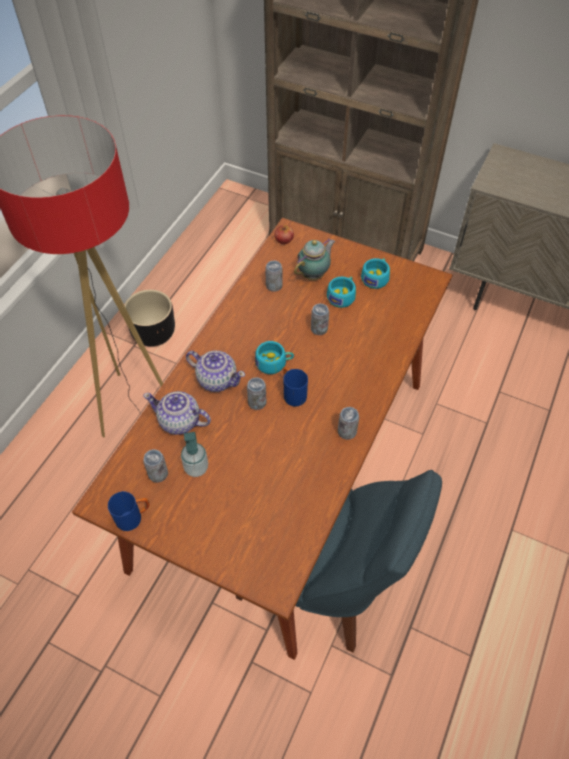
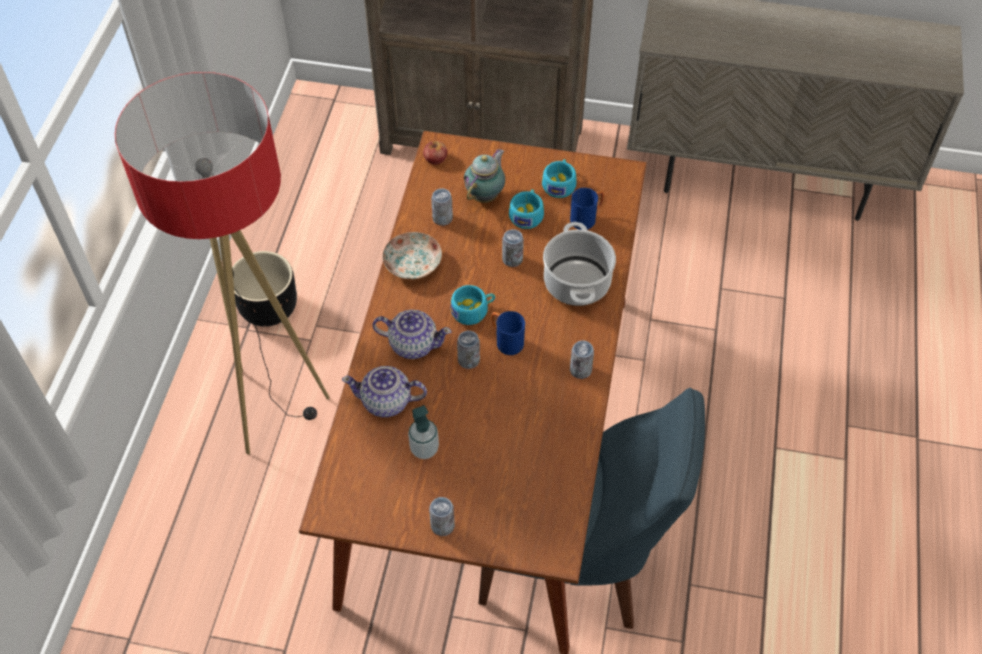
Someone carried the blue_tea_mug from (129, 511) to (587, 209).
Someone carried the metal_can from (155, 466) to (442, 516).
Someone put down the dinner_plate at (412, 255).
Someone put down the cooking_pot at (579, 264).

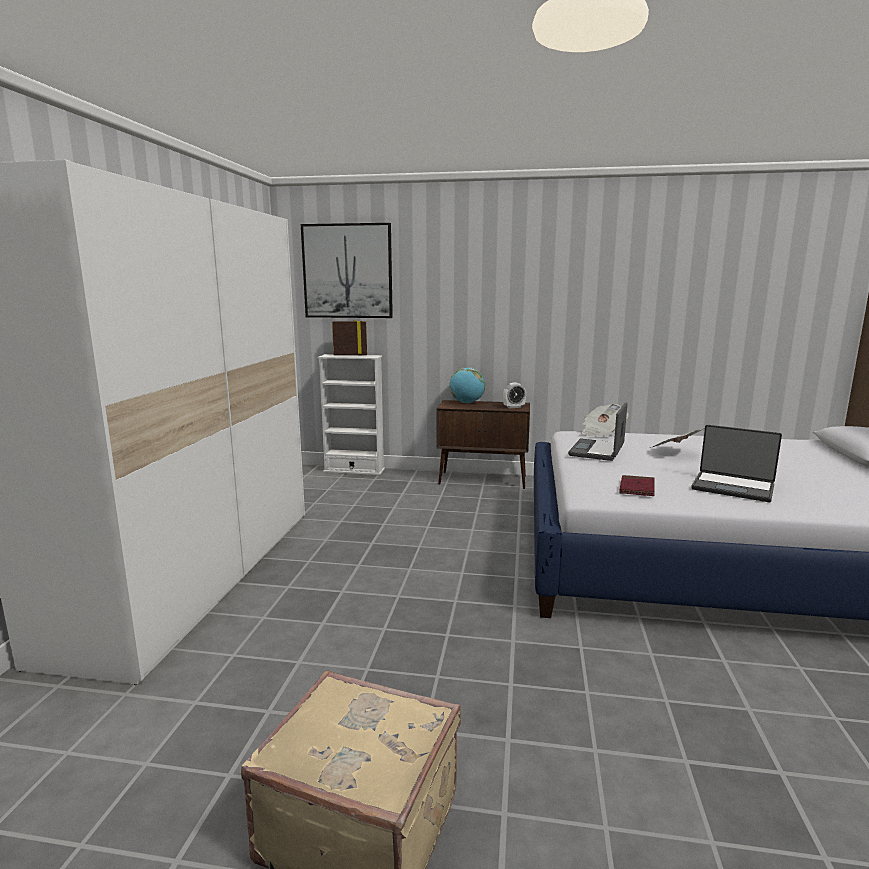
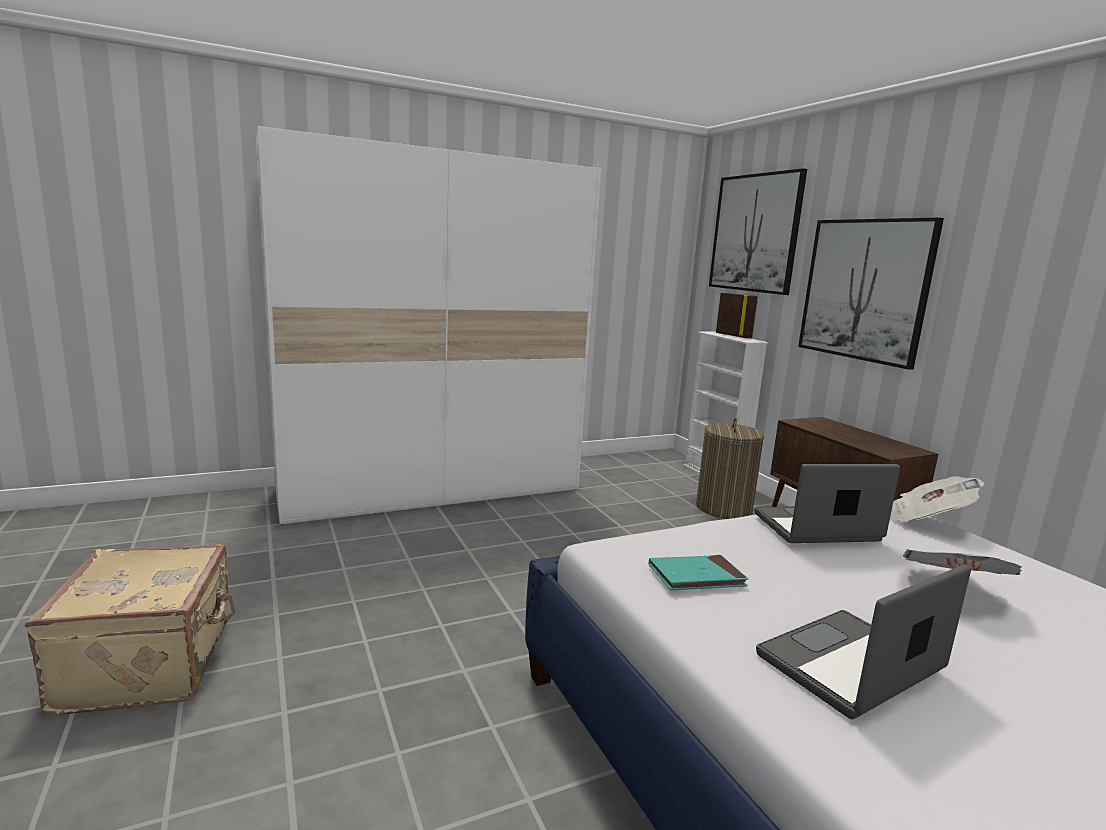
Someone took away the world_globe at (467, 385).
Someone took away the bedside_clock at (514, 395).
Someone repainted the reddish_bound_book at (637, 485), which became the blue-green_bound_book at (698, 572).
Someone rotated the notebook_computer at (736, 463) by 60 degrees clockwise.
Someone put down the hamper at (730, 468).
Someone put up the wall_picture at (871, 293).

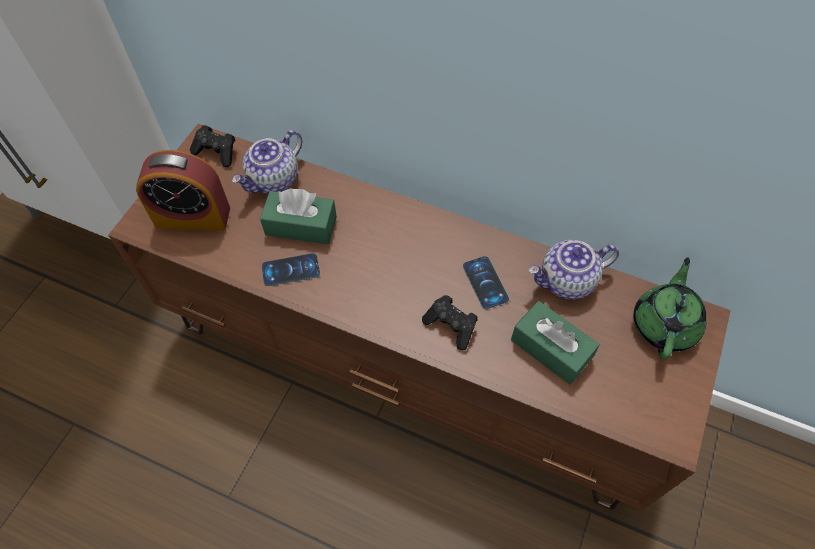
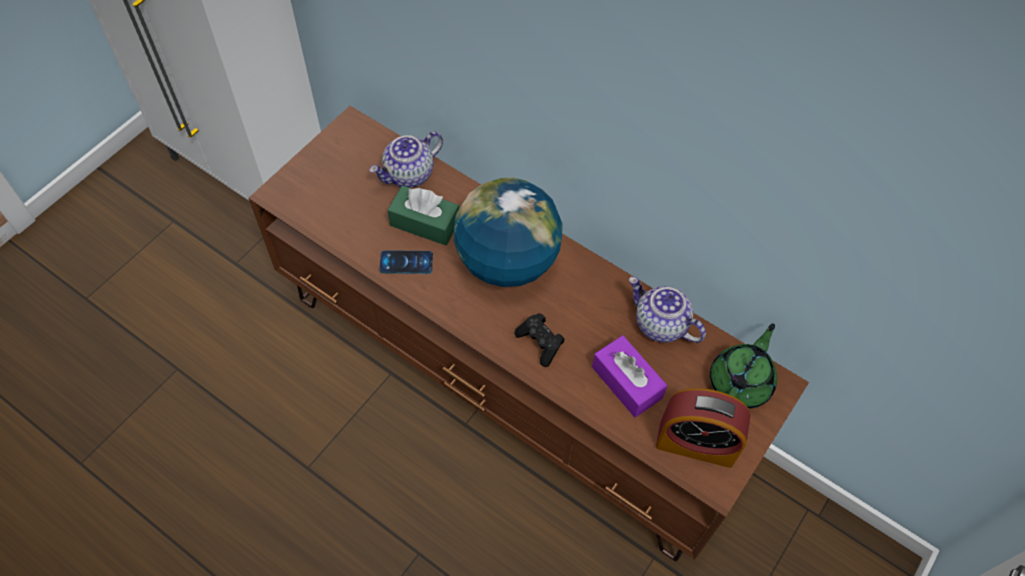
Someone carried the bedside_clock from (183, 190) to (703, 428).
Someone took away the black-coloured_game_controller at (212, 146).
Someone took away the handset at (486, 282).
Someone repainted the green_tissue_box at (555, 343), which became the purple_tissue_box at (629, 376).
Someone rotated the teapot at (573, 269) by 45 degrees clockwise.
Someone put down the world_globe at (508, 232).

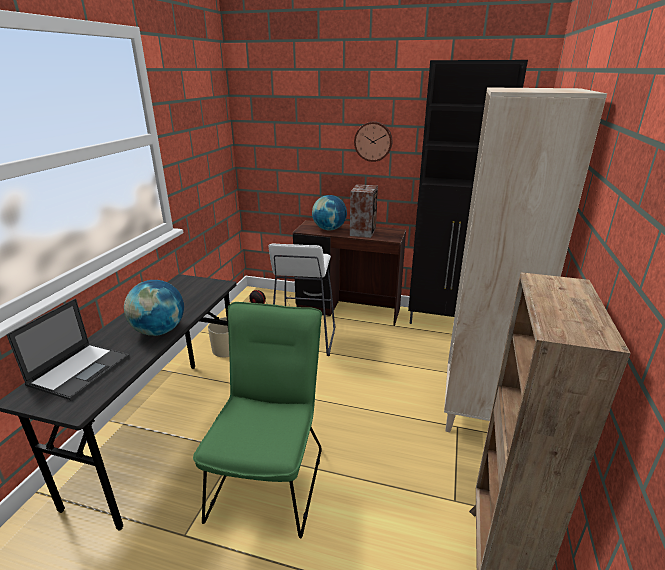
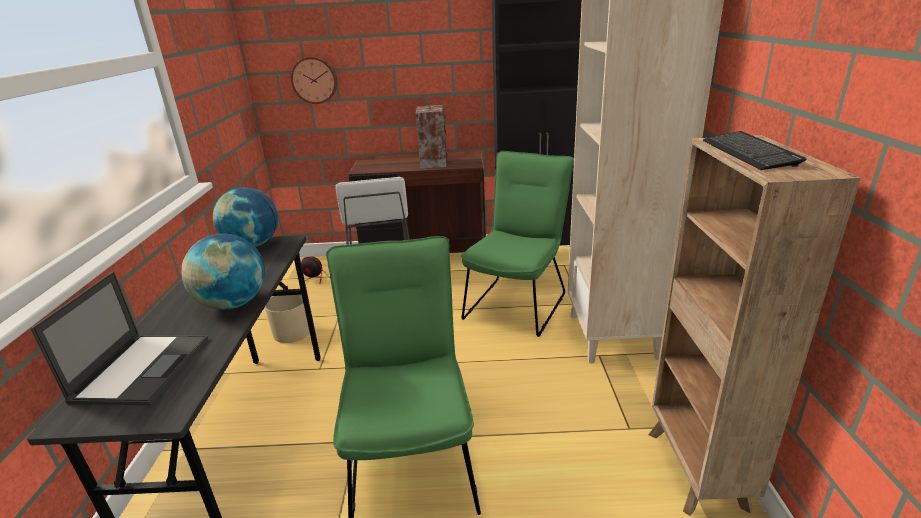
Someone carried the world_globe from (329, 212) to (245, 217).
Someone carried the clock_on_the_wall from (373, 141) to (314, 80).
Someone put down the green_plain_chair at (517, 244).
Someone put down the computer_keyboard at (755, 150).

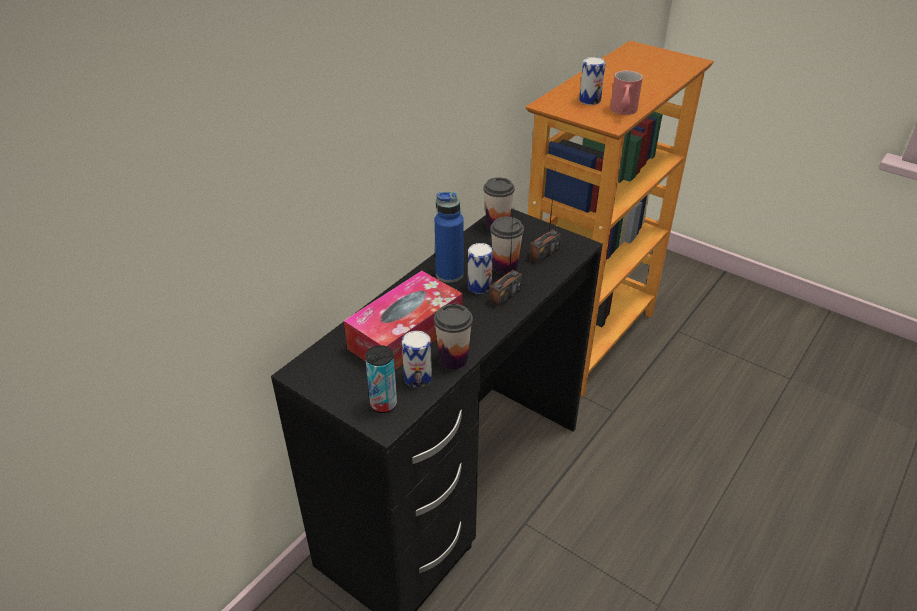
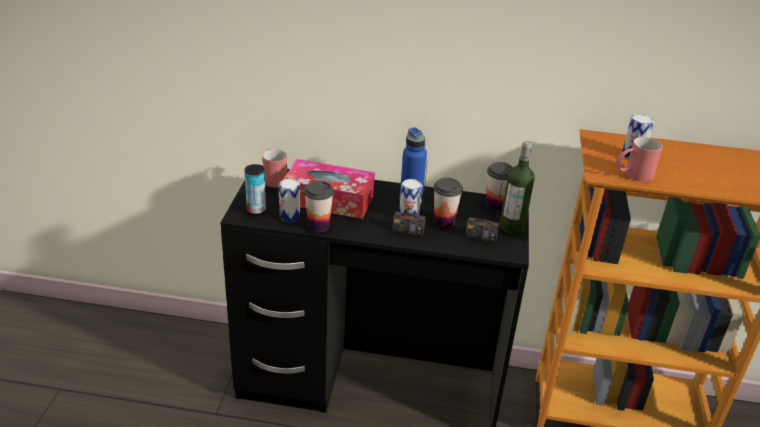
Someone put down the reddish_tea_mug at (275, 168).
Someone put down the beverage_bottle at (517, 187).

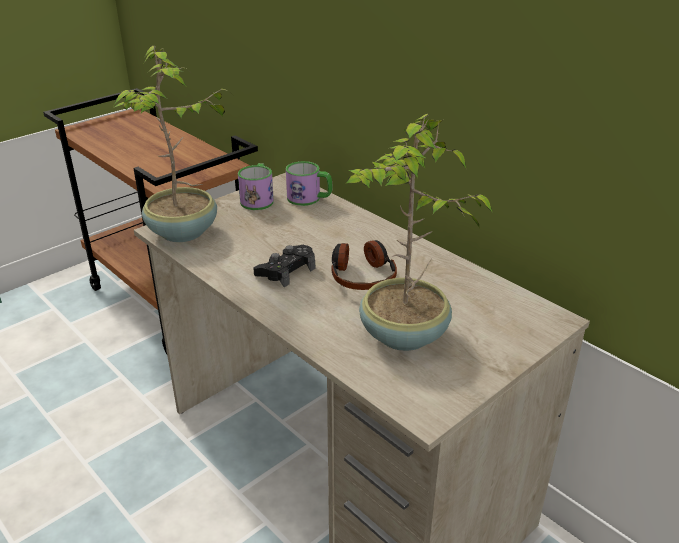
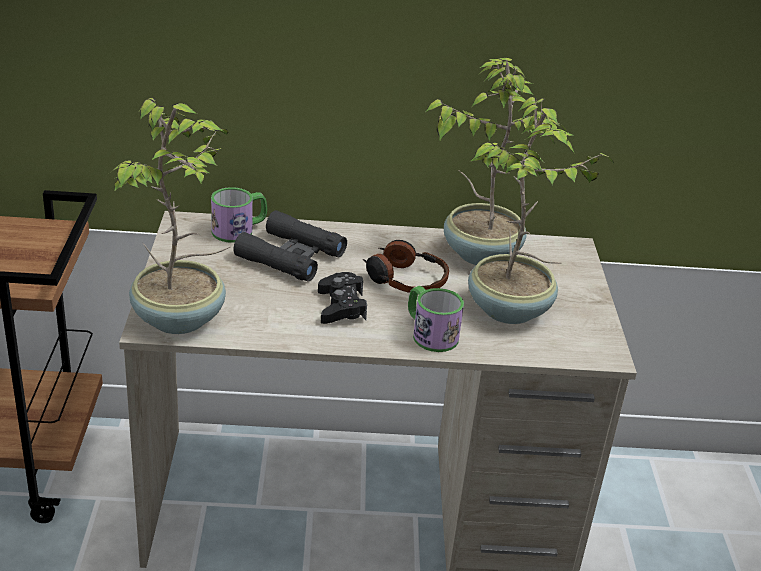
Someone carried the tea_mug from (256, 186) to (436, 319).
Someone put down the black-coloured_binoculars at (290, 246).
Someone put down the potted_plant at (489, 161).

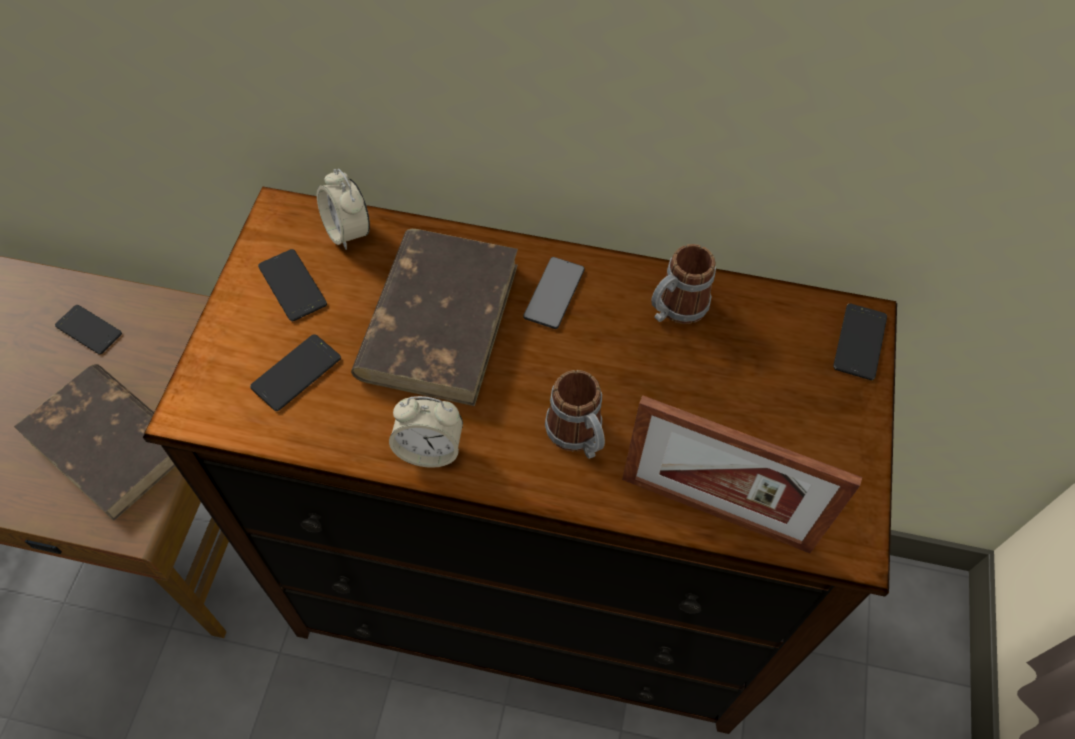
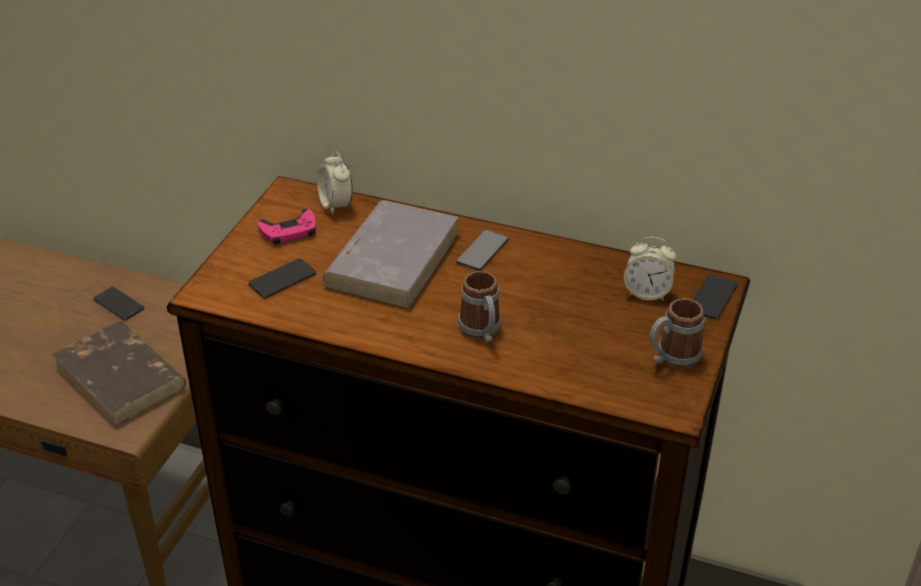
Someone swapped the handset at (292, 285) for the pinkish_game_controller at (287, 226).
Someone repainted the brown_bound_book at (434, 317), which became the greyish_bound_book at (390, 254).
Someone carried the bedside_clock from (426, 432) to (650, 269).
Someone took away the photo_frame at (742, 474).
Someone carried the tea_mug from (683, 284) to (677, 333).

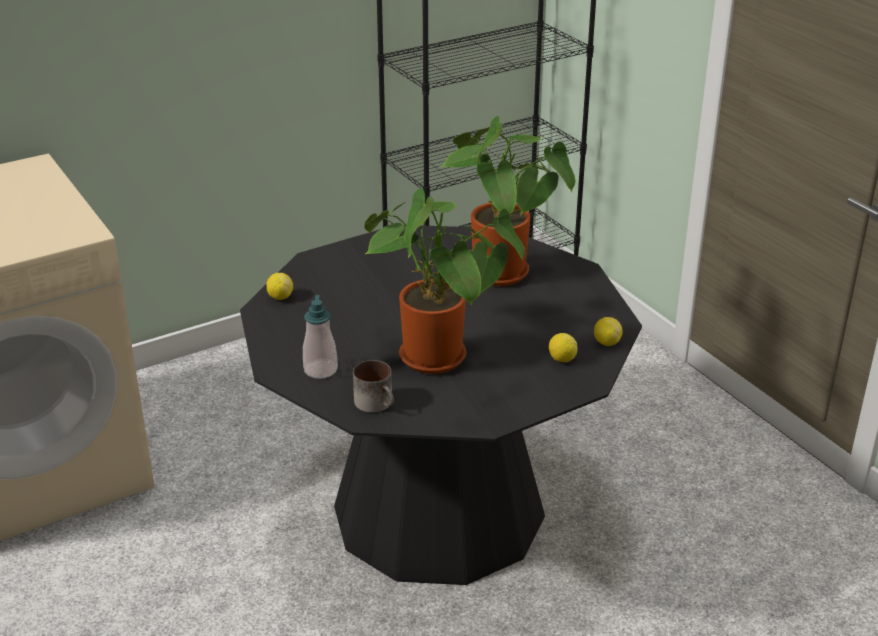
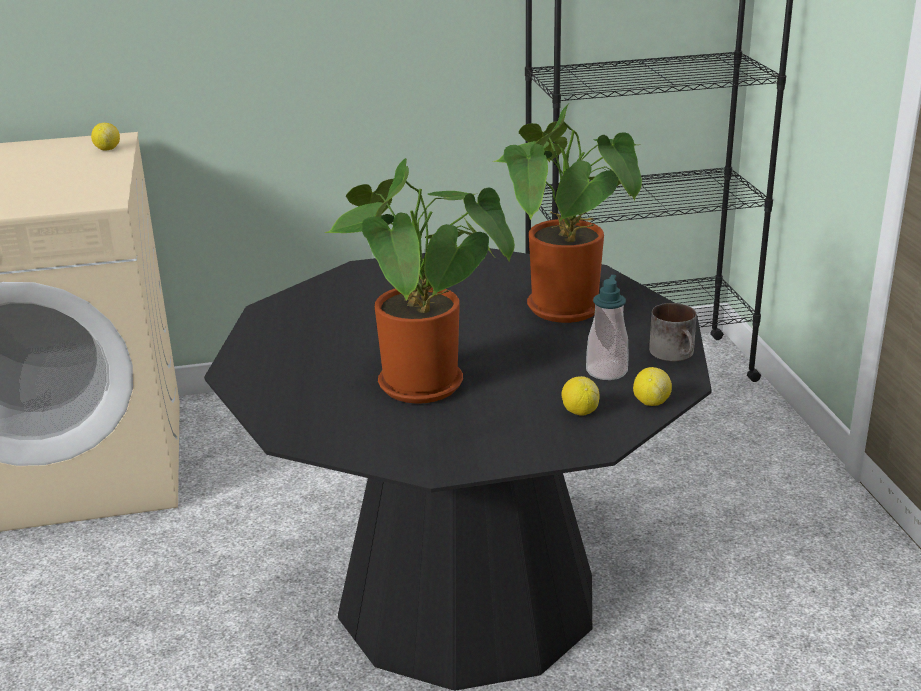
Someone carried the lemon from (279, 286) to (105, 136).
Someone carried the soap_bottle from (320, 337) to (607, 327).
Someone carried the tea_mug from (373, 386) to (673, 332).

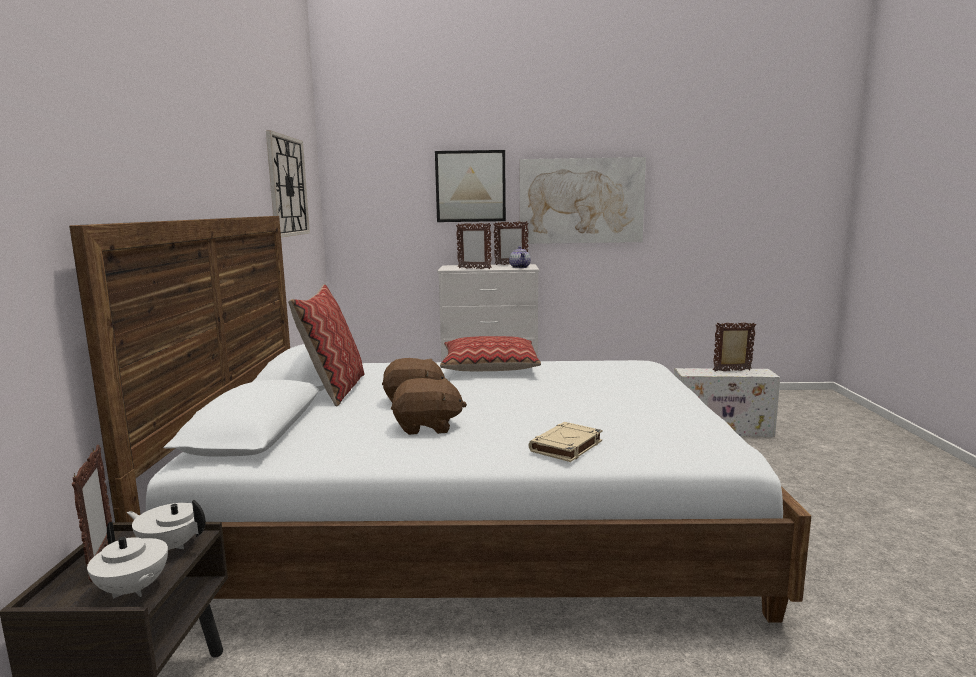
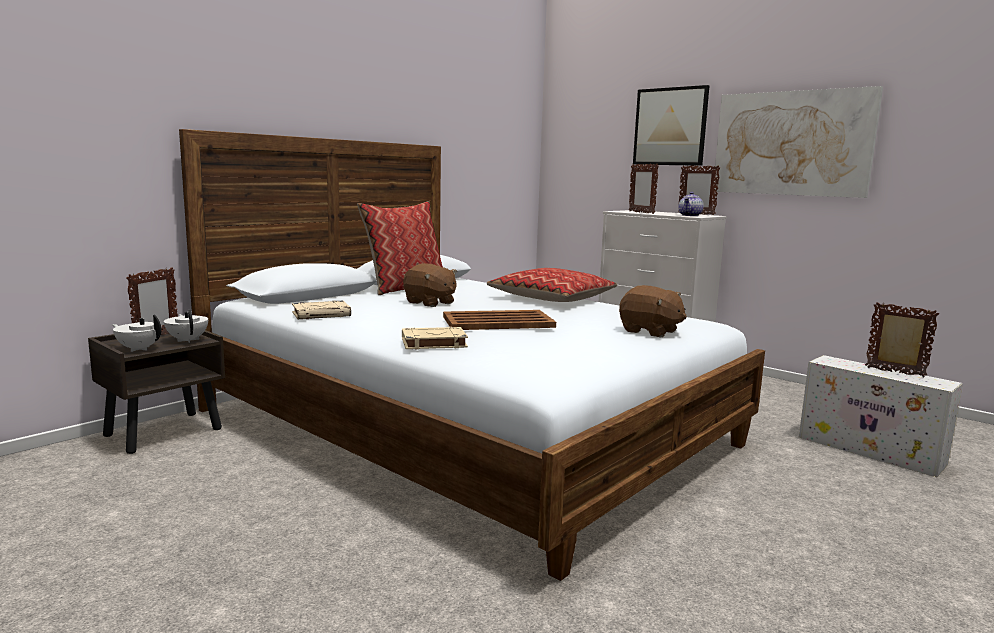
Someone rotated the white-coloured_teapot at (127, 560) by 120 degrees clockwise.
Someone took away the clock_on_the_wall at (288, 184).
Someone carried the brown_cuddly_toy from (429, 406) to (653, 311).
Someone put down the beige-coloured_bound_book at (321, 309).
Someone put down the brown_tray at (499, 320).

